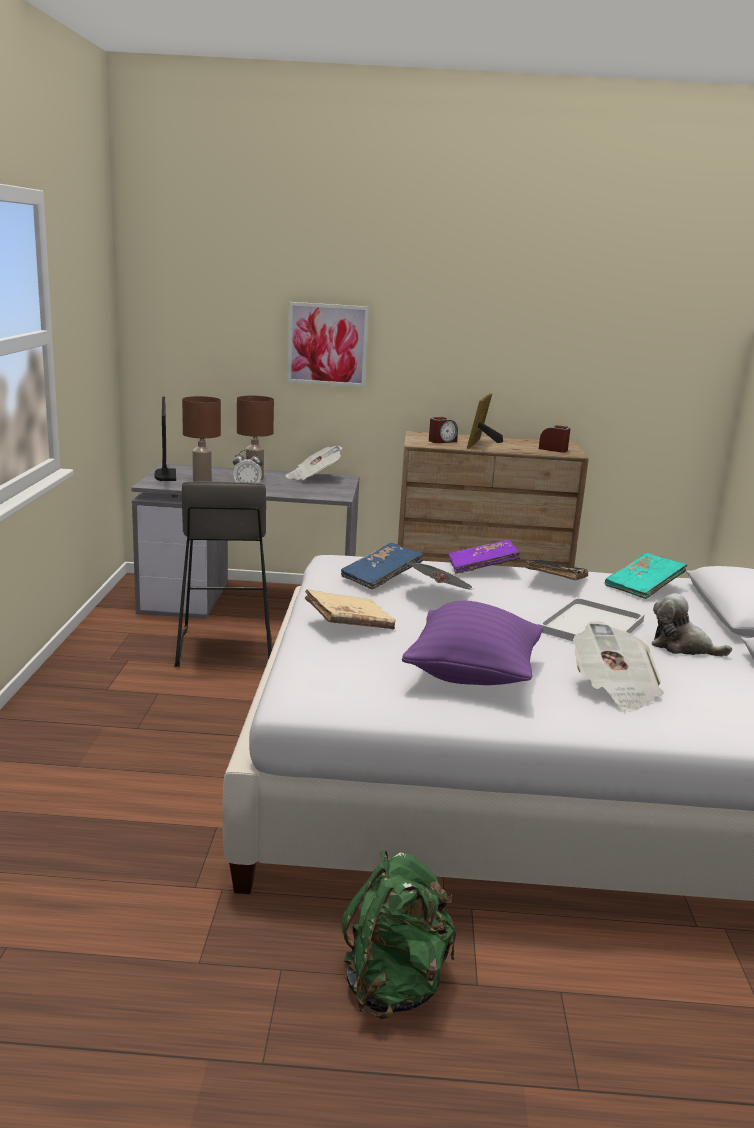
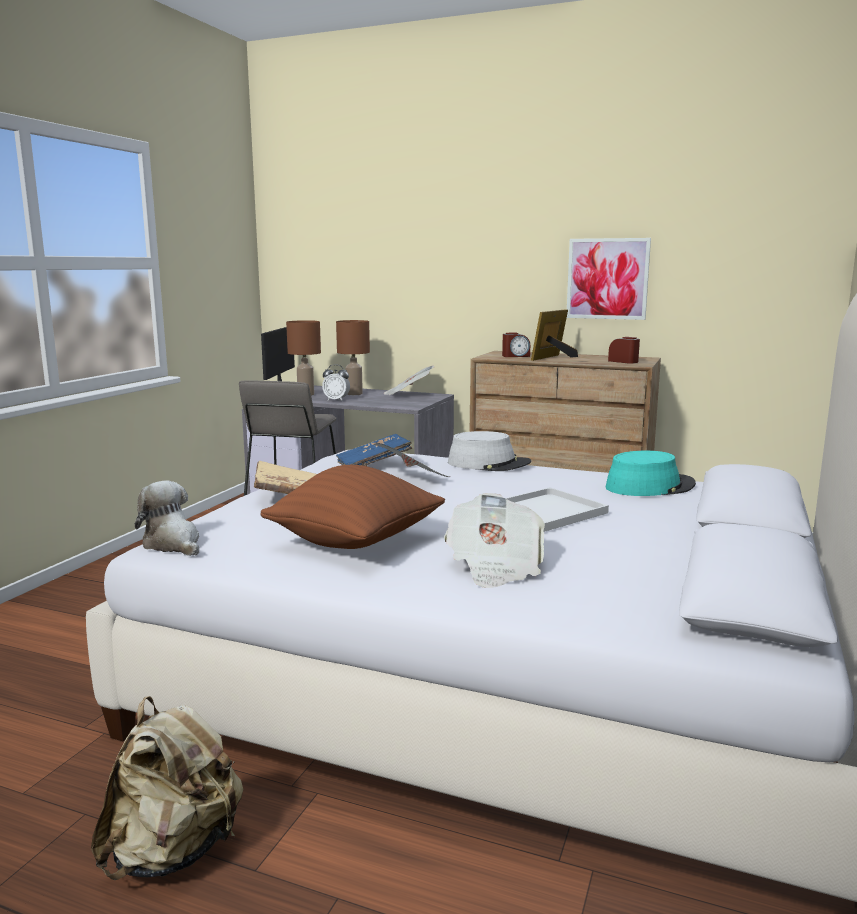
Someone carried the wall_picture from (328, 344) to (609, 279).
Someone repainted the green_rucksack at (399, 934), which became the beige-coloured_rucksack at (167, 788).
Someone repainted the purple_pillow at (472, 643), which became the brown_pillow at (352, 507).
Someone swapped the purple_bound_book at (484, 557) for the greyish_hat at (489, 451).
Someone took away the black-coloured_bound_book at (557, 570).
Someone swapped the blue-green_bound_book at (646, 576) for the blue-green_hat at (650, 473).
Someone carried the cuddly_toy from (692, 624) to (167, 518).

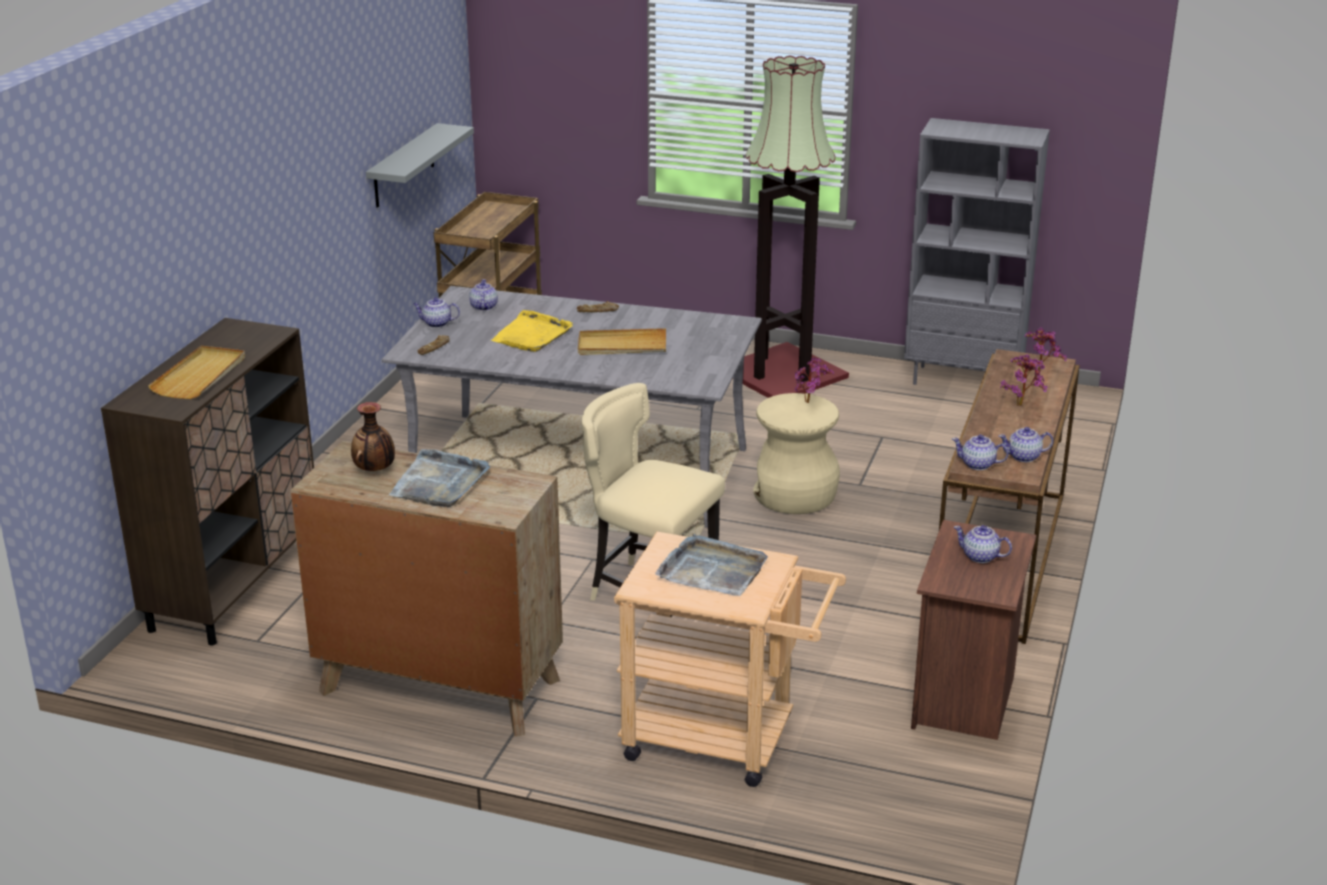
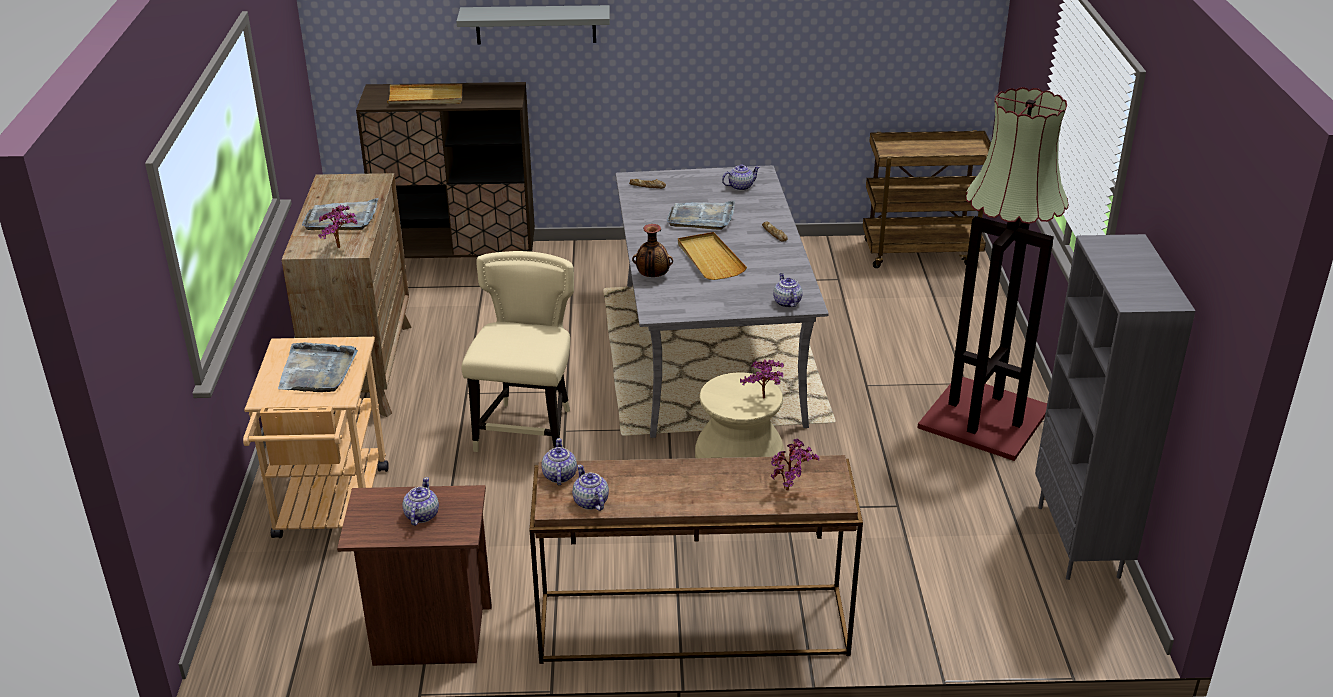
Someone carried the vase from (373, 436) to (652, 250).
Someone carried the greyish_wall_shelf from (420, 165) to (533, 25).
Someone carried the teapot from (436, 312) to (788, 290).
Someone repainted the yellow_tray at (532, 331), which became the greyish_tray at (701, 215).
Someone carried the potted_plant from (1024, 380) to (337, 226).

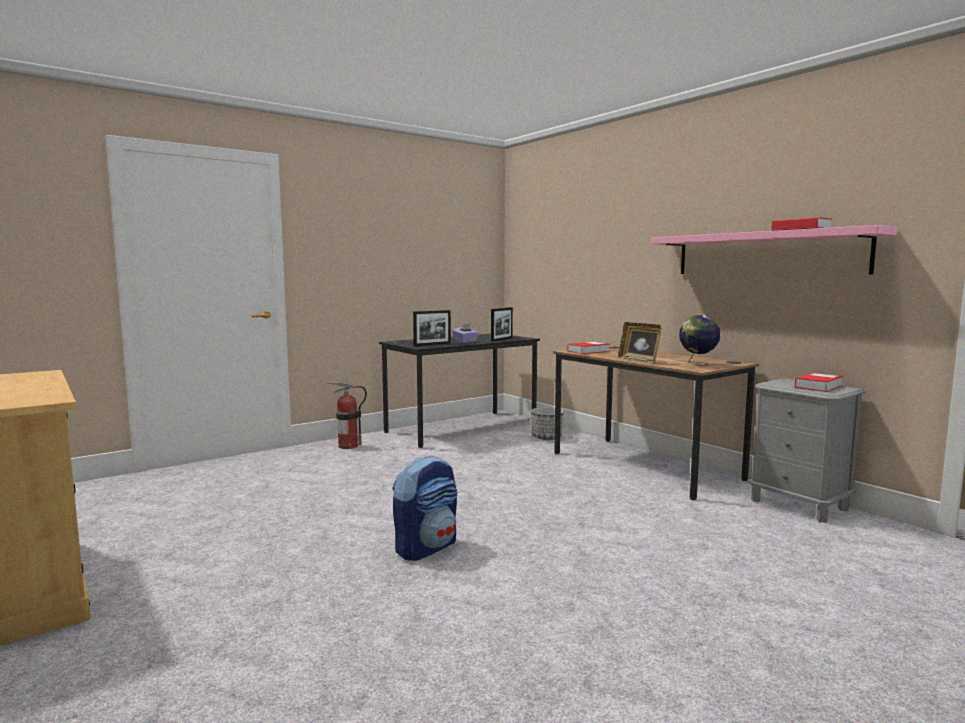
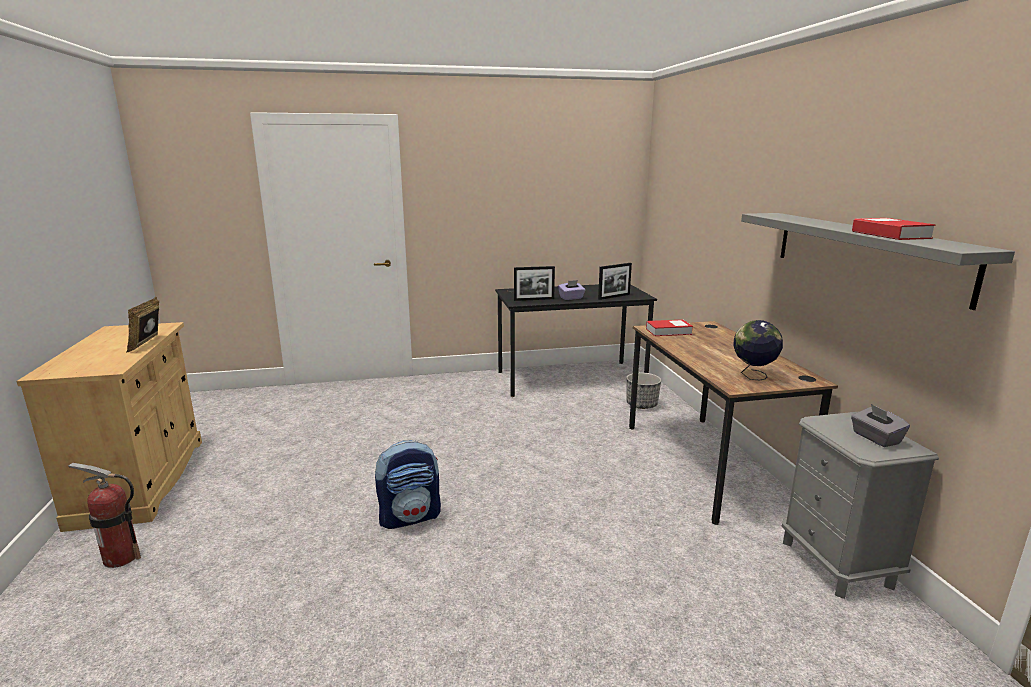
Someone carried the fire_extinguisher from (347, 415) to (104, 515).
Someone carried the photo_frame from (639, 343) to (142, 324).
Someone repainted the pinkish_wall_shelf at (774, 249), which became the greyish_wall_shelf at (878, 261).
Someone swapped the bound_book at (819, 382) for the greyish_tissue_box at (880, 425).

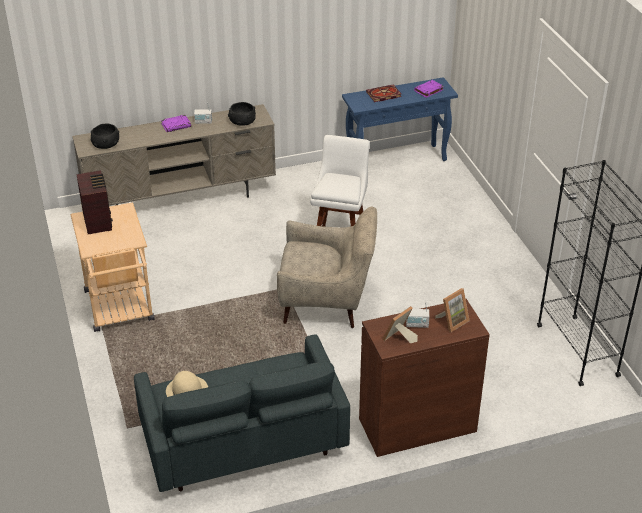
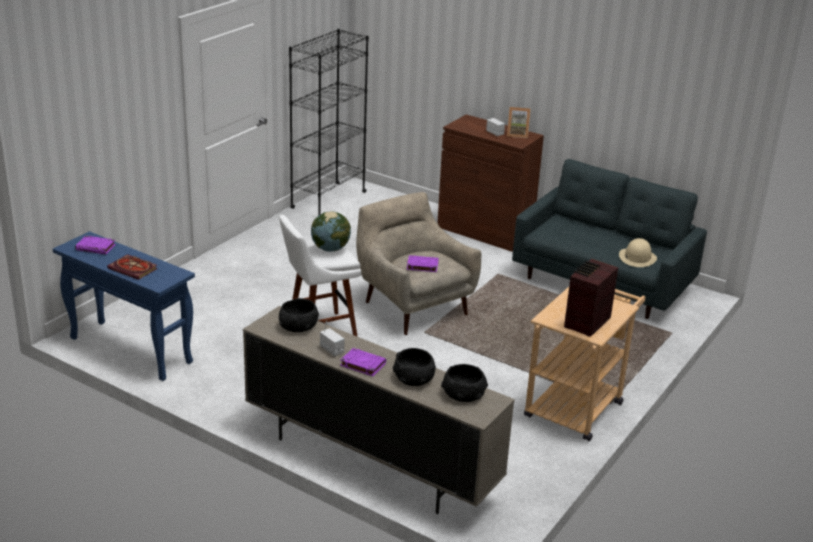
Someone took away the photo_frame at (452, 310).
Someone put down the world_globe at (331, 231).
Someone put down the black-coloured_serving_bowl at (414, 367).
Someone put down the purple_bound_book at (423, 263).

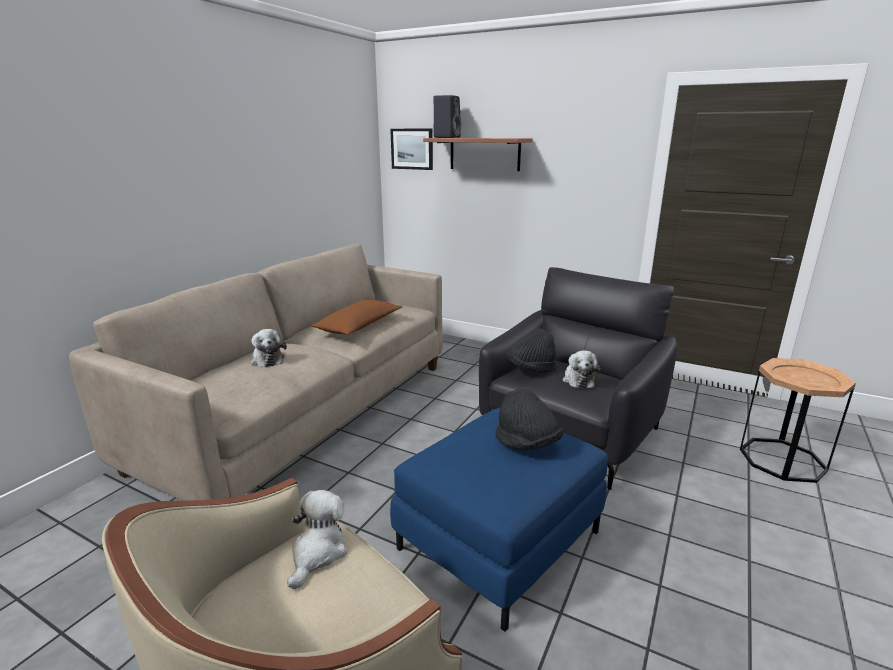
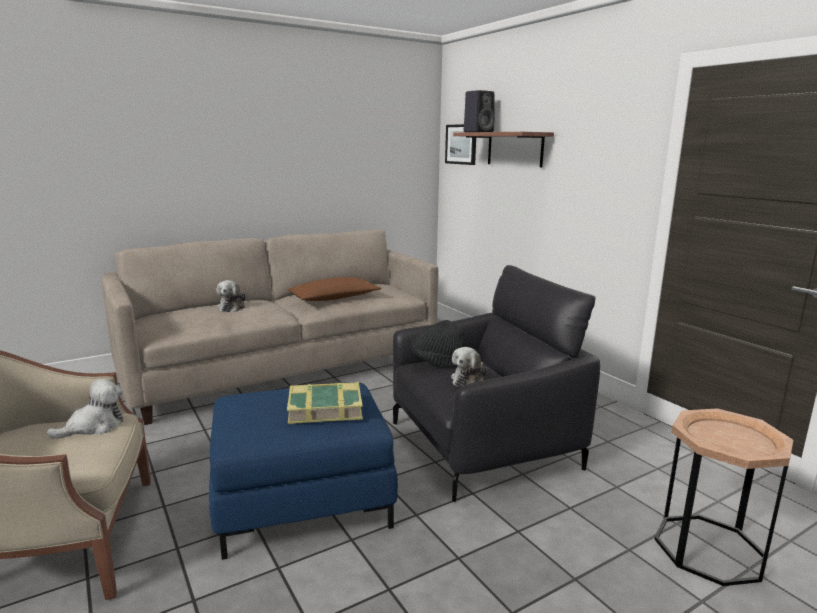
Someone swapped the black-coloured_hat at (529, 419) for the bound_book at (325, 403).

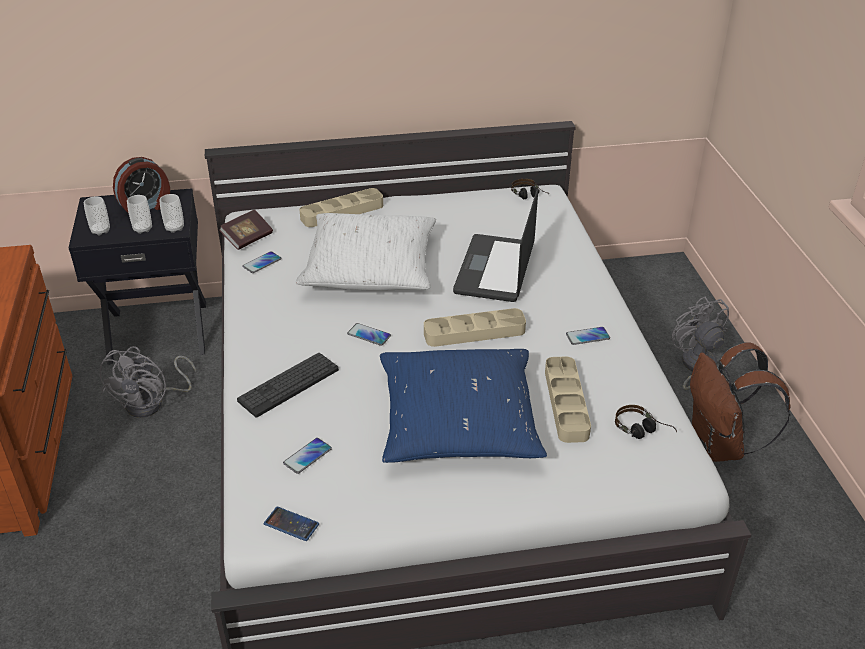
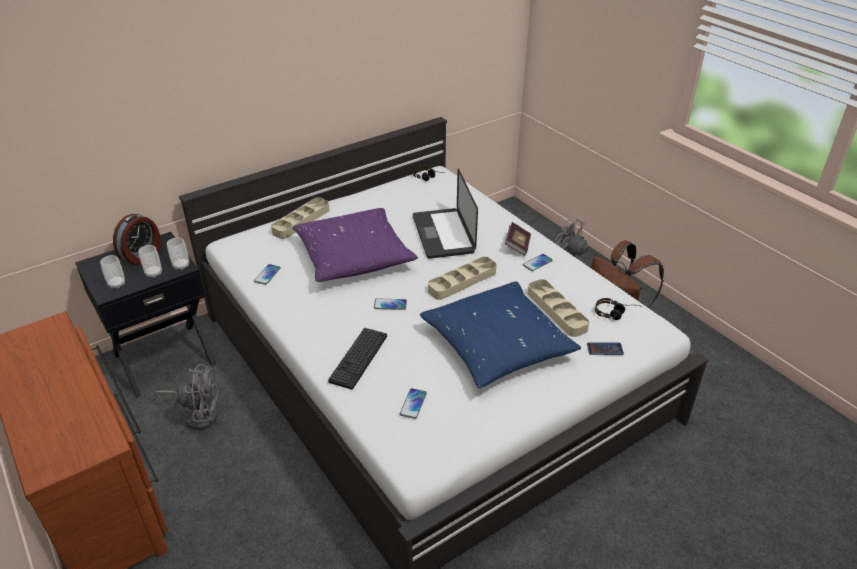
Someone rotated the greyish_cooling_fan at (148, 382) by 75 degrees counterclockwise.
Someone carried the bound_book from (246, 230) to (518, 238).
Someone carried the handset from (291, 524) to (605, 348).
Someone repainted the white-coloured_pillow at (365, 252), which became the purple_pillow at (355, 245).

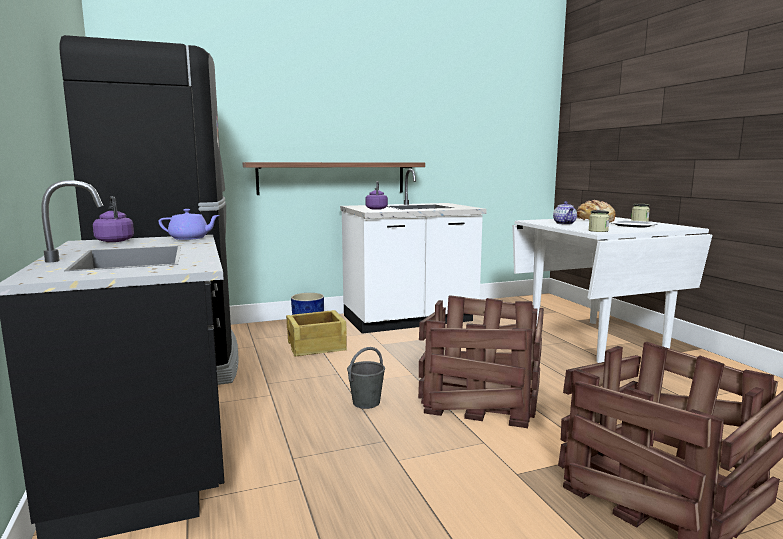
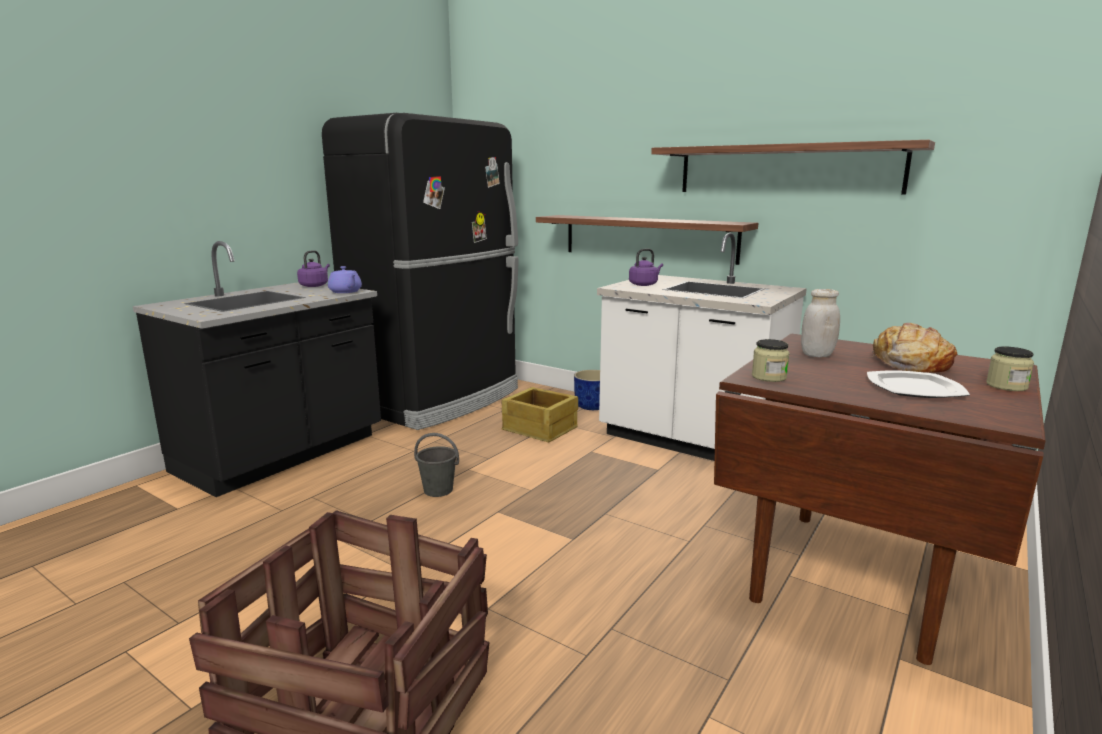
Someone took away the shipping_crate at (481, 361).
Someone repainted the white-coloured_dining_table at (612, 290), which became the brown_dining_table at (880, 499).
Someone swapped the teapot at (565, 213) for the white-coloured_jar at (820, 323).
Someone put up the wall_shelf at (793, 167).

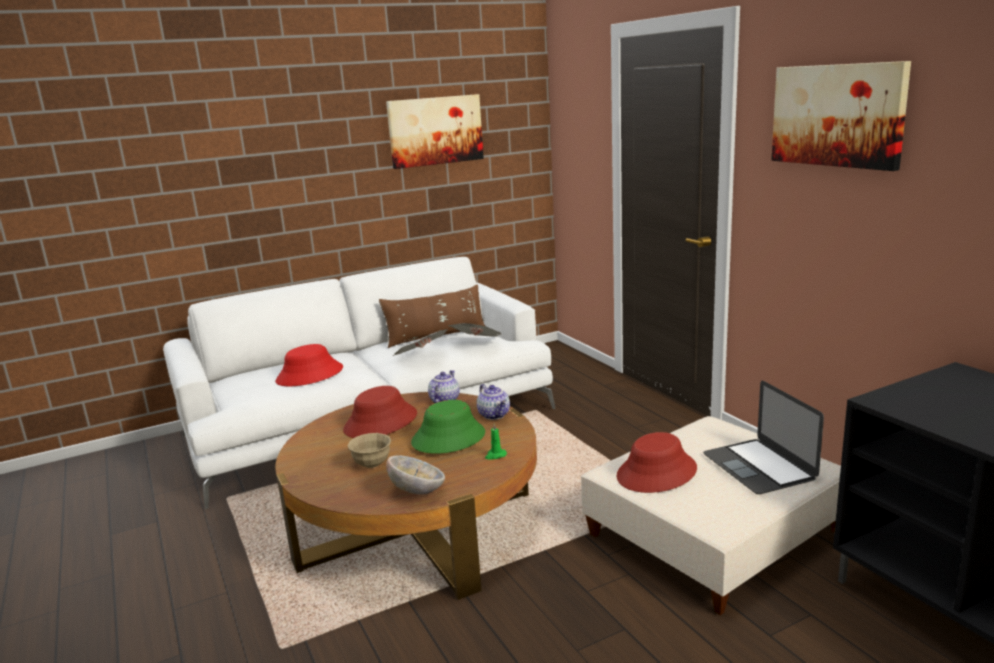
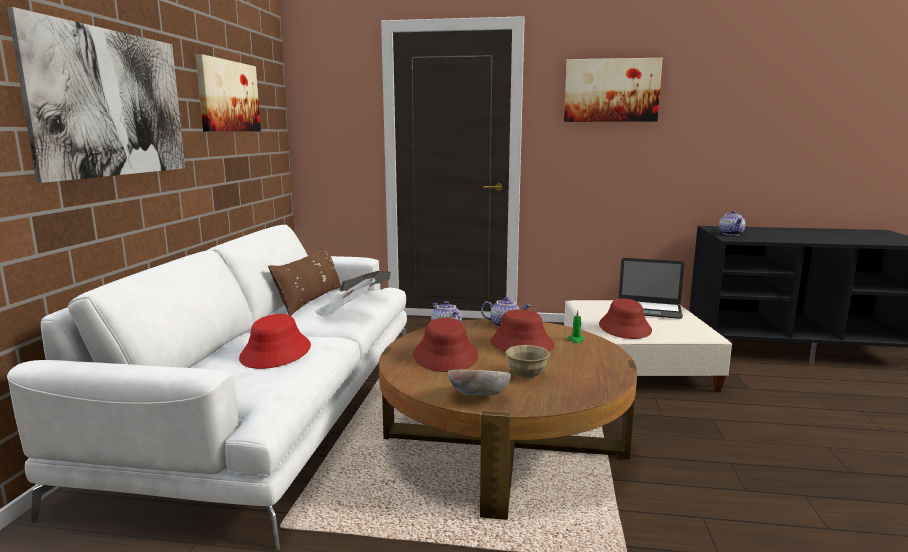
Someone carried the serving_bowl from (415, 475) to (479, 383).
Someone repainted the green_hat at (448, 427), which became the reddish_hat at (522, 330).
Someone put up the wall_picture at (96, 95).
Someone put down the teapot at (732, 222).

